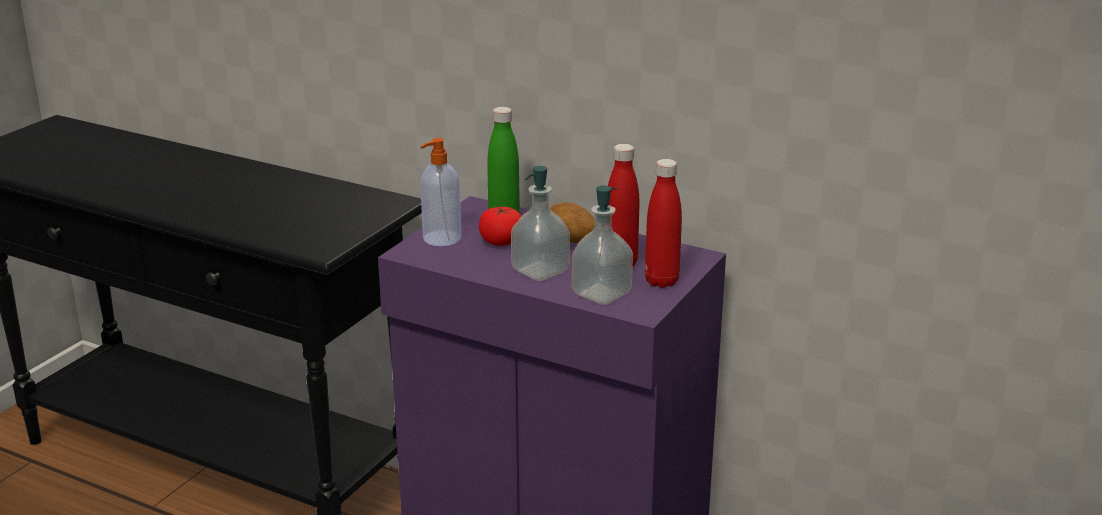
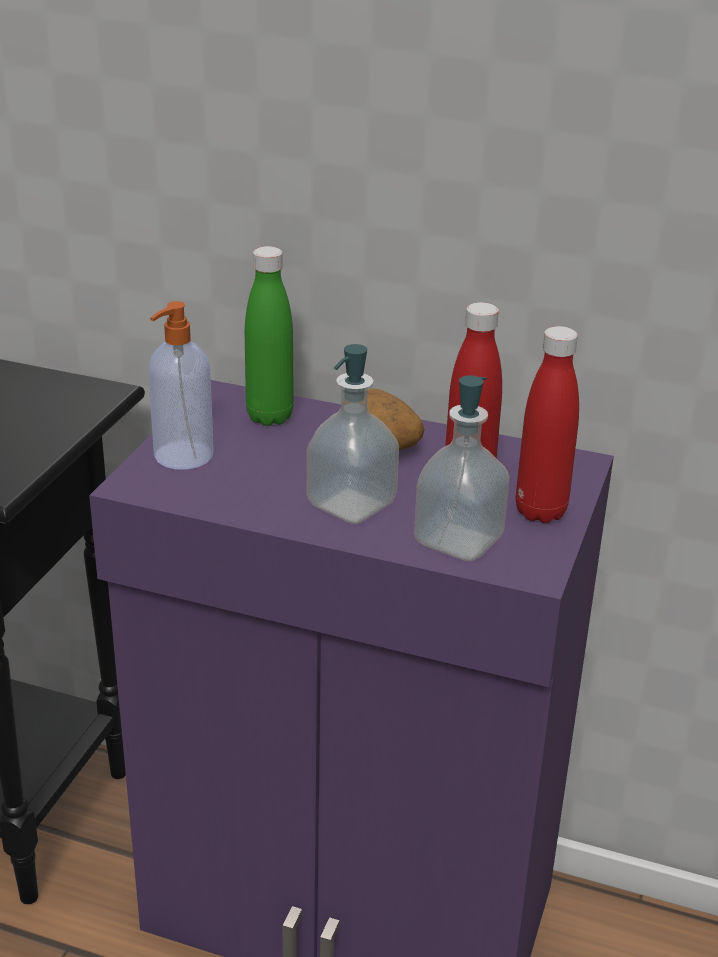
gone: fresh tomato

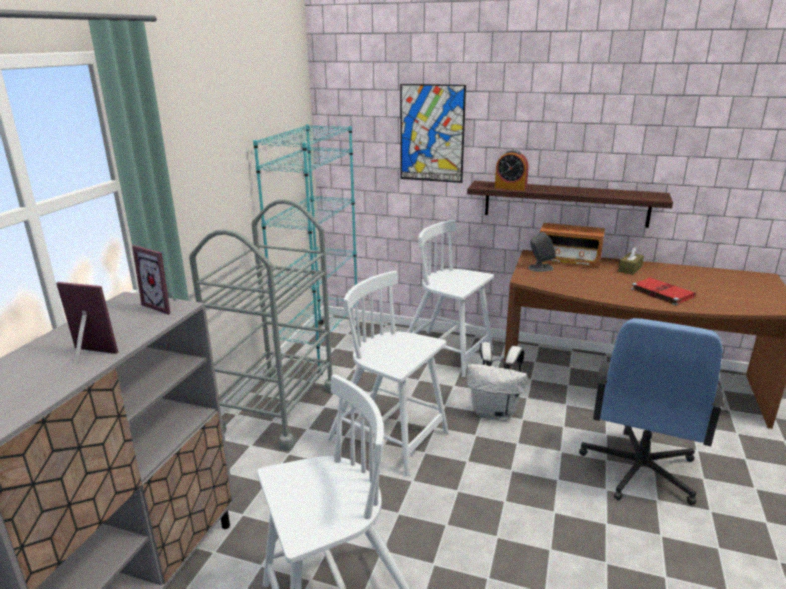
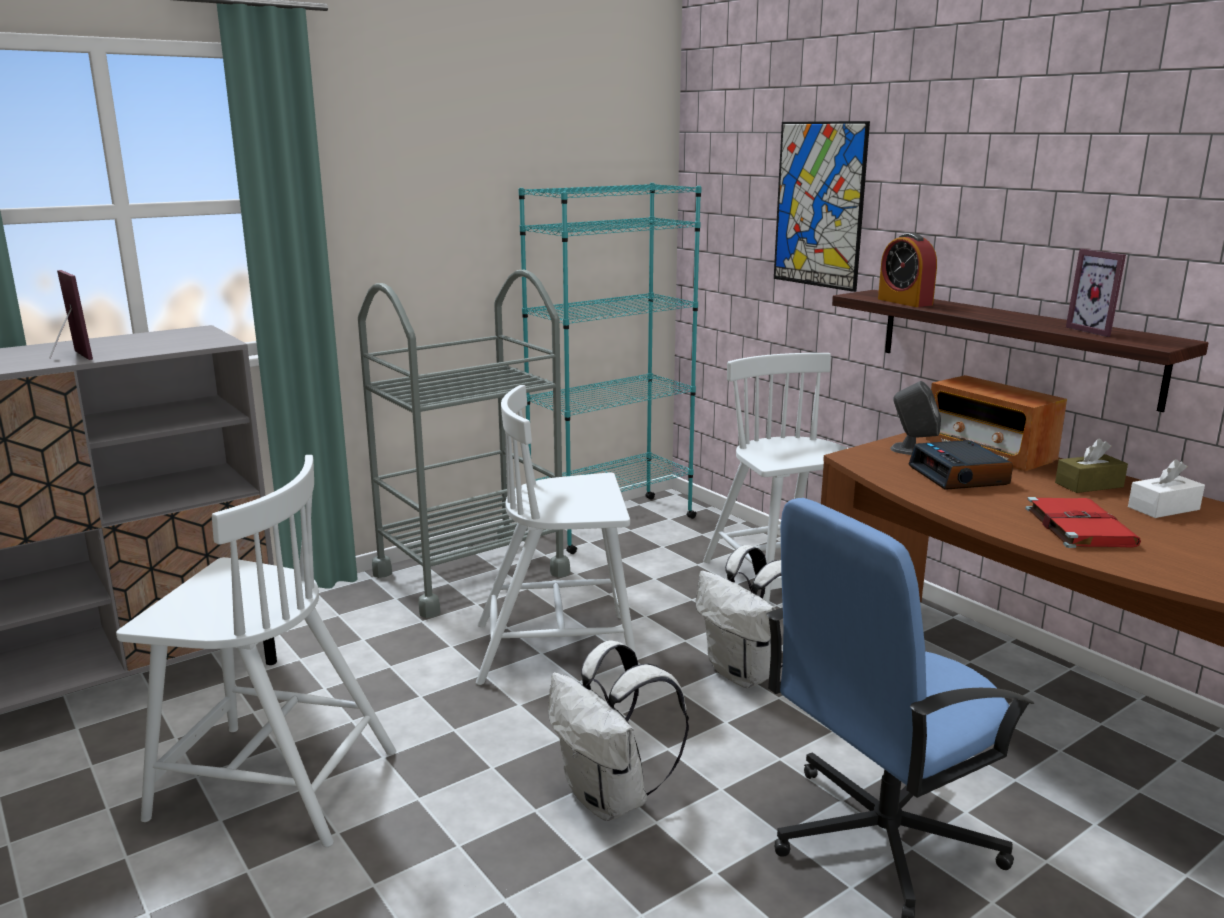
new: whitish backpack (no. 1 from left); table clock (no. 2 from left); whitish box of tissues
shifted: picture frame (no. 2 from left)
rotated: whitish upright chair (no. 2 from left) 75 degrees counterclockwise

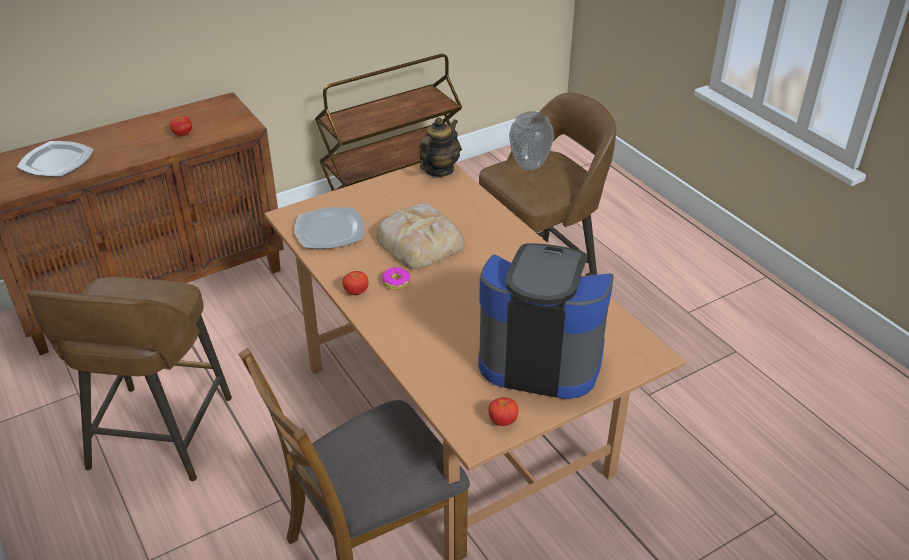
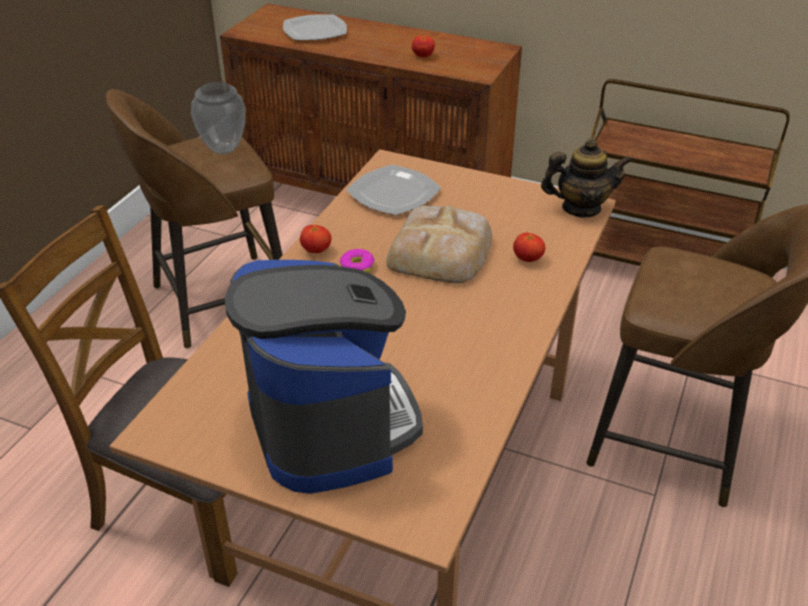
shifted: decorative vase; fresh tomato (no. 3 from left)

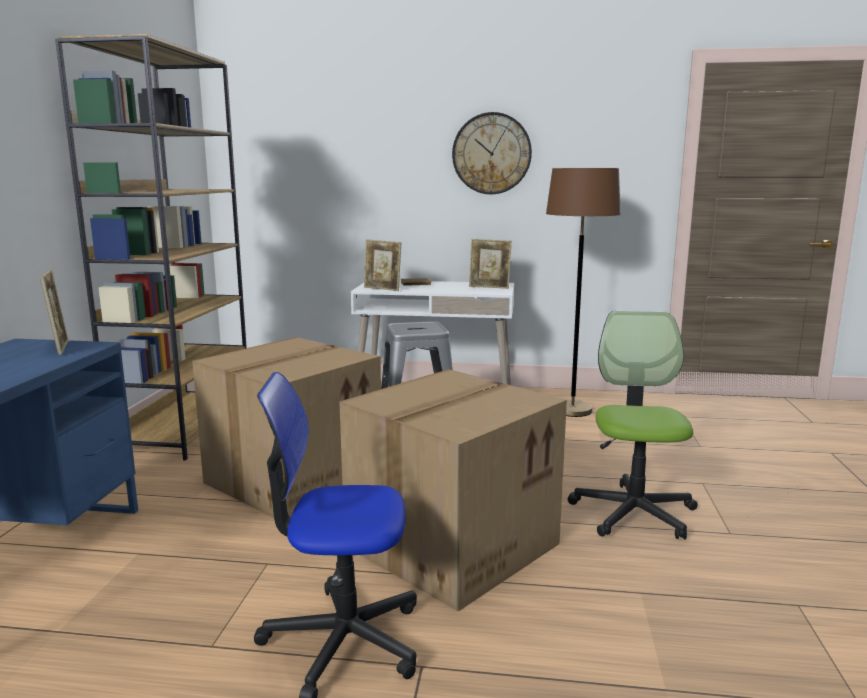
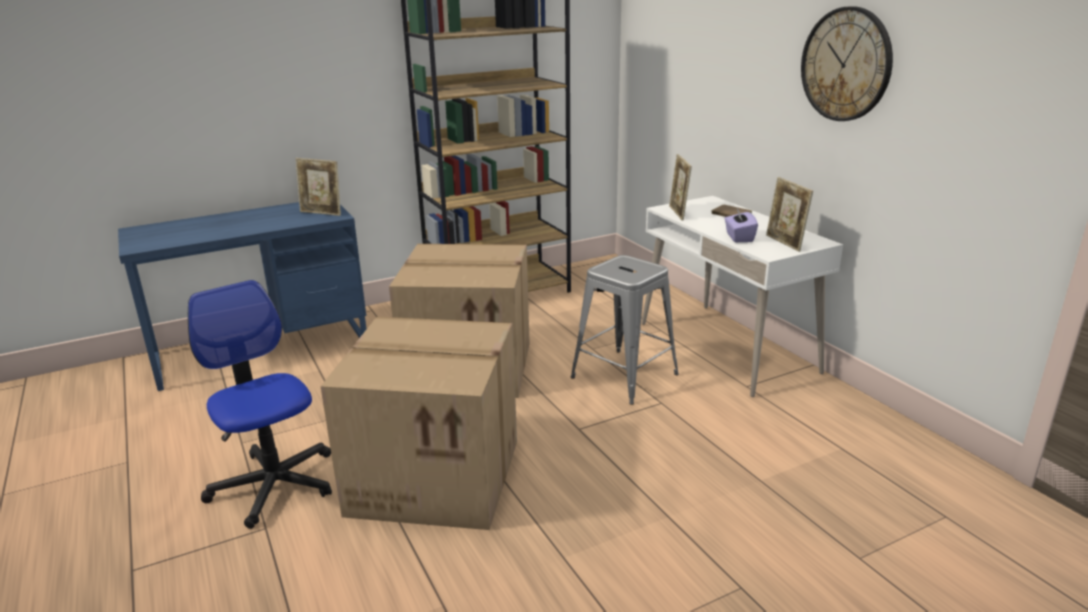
gone: brown standing lamp; office chair (no. 2 from left)
new: purple-coloured box of tissues
rotated: picture frame (no. 1 from left) 75 degrees clockwise

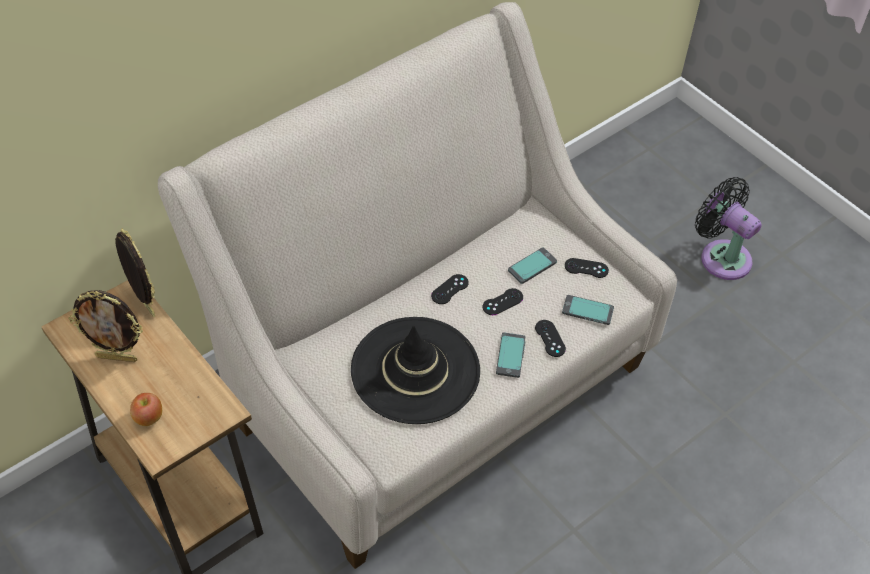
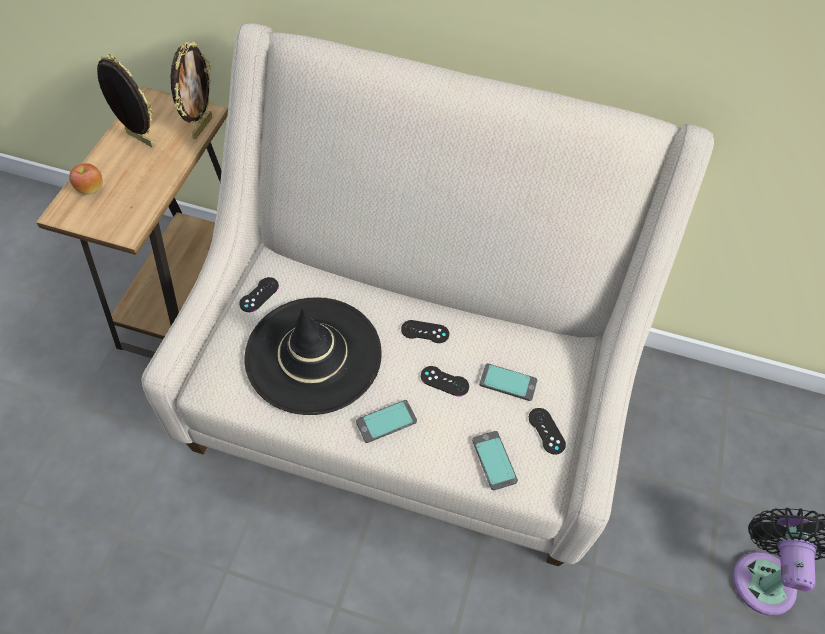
shifted: black-coloured game controller (no. 3 from left in the first image) to black-coloured game controller (no. 1 from left)
rotated: picture frame (no. 1 from left) 150 degrees clockwise

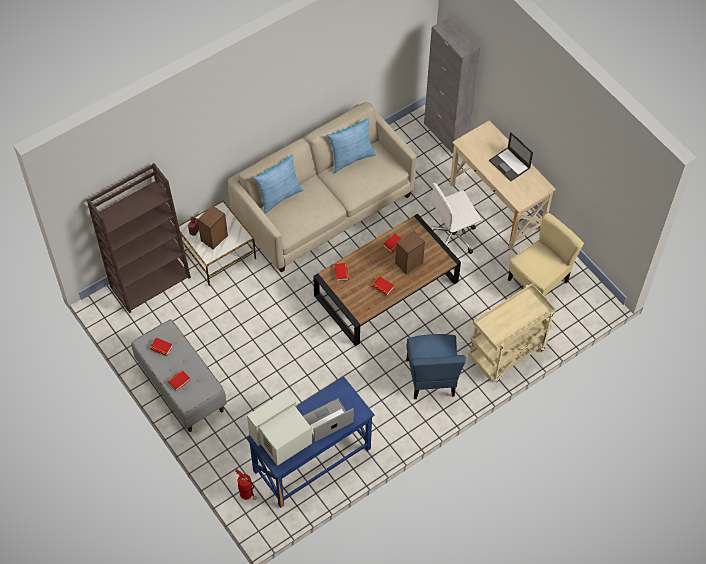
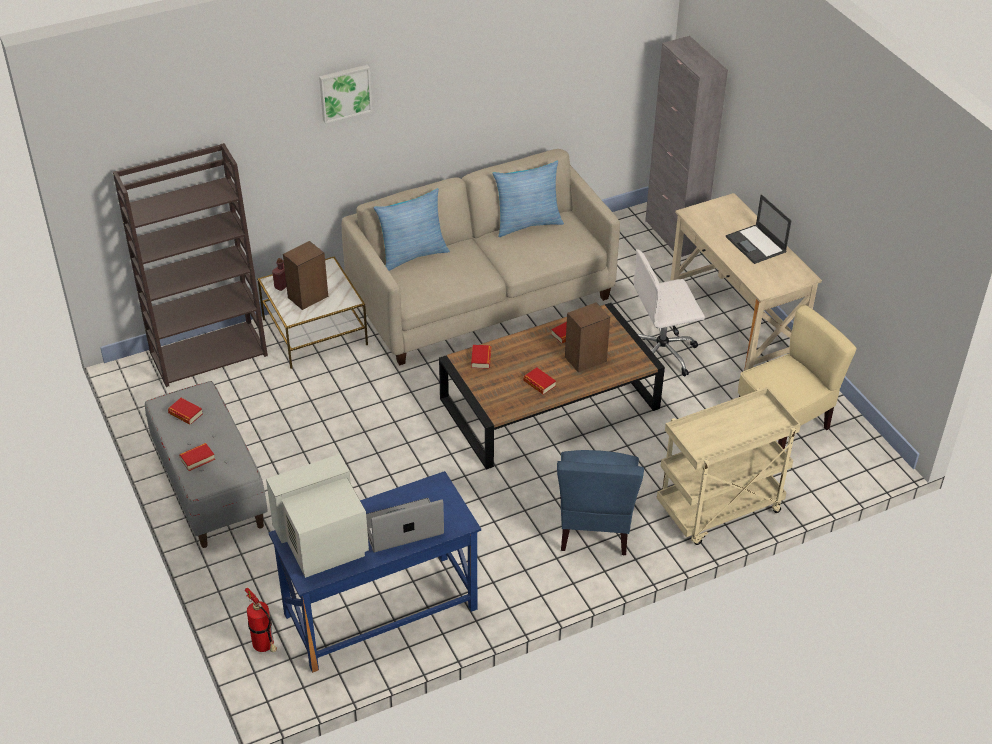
new: wall art

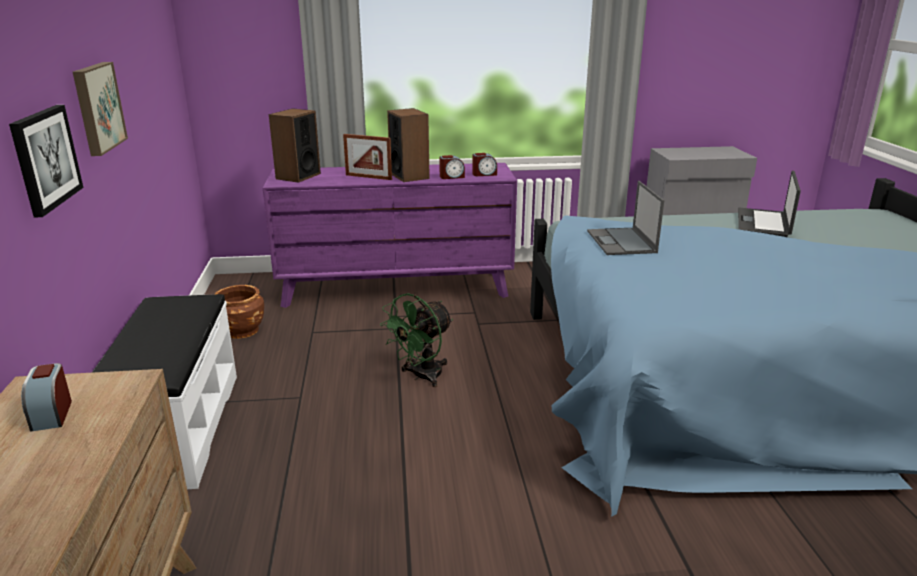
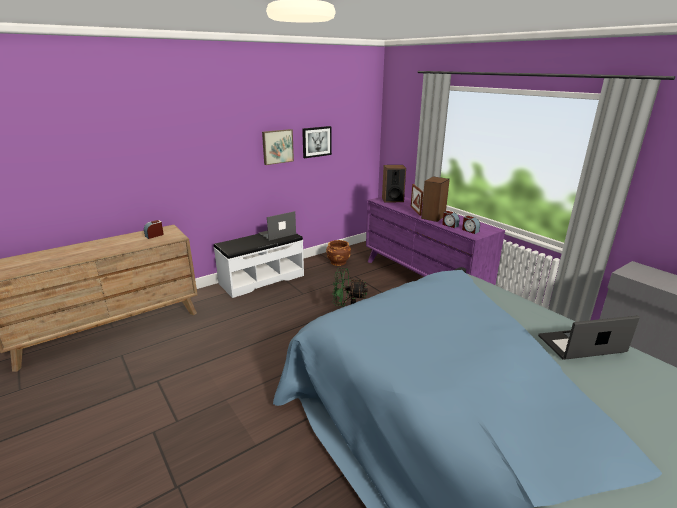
shifted: laptop (no. 1 from left); wall art (no. 1 from left in the first image) to wall art (no. 2 from left)

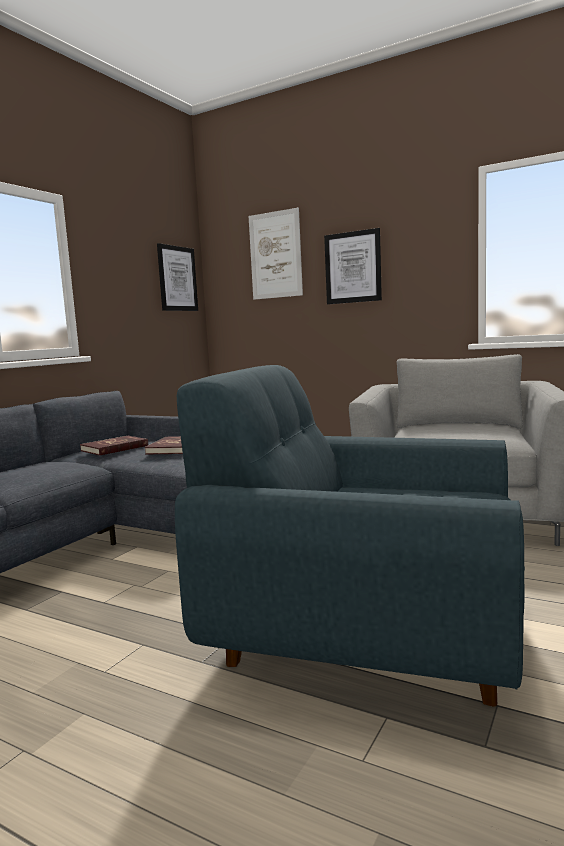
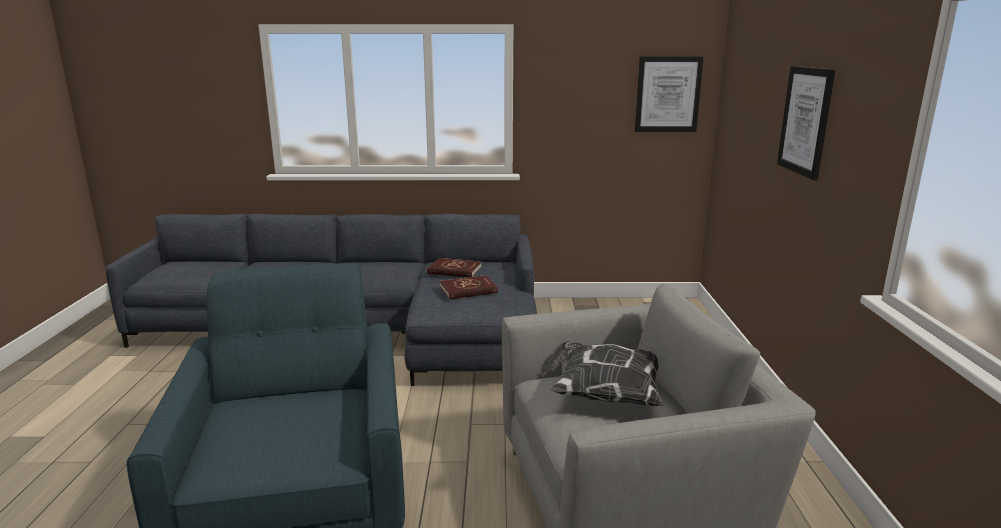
gone: wall art (no. 2 from left)
new: cushion

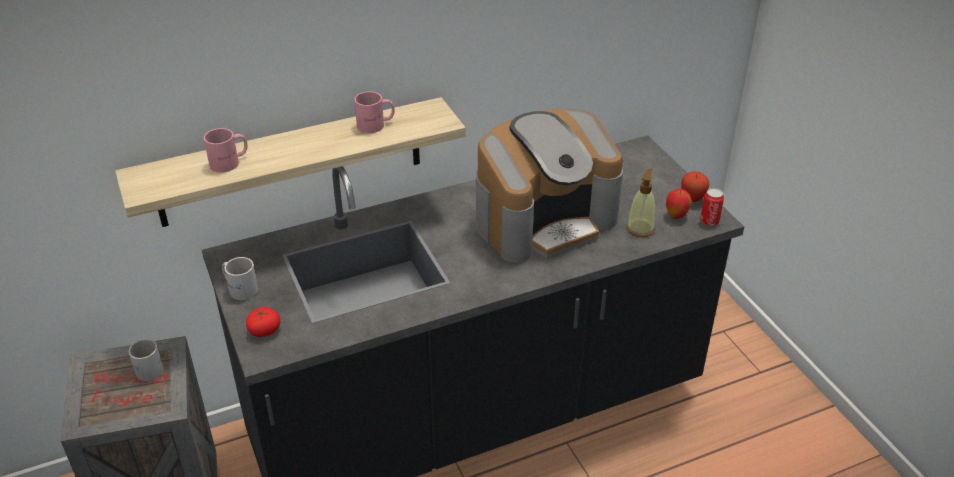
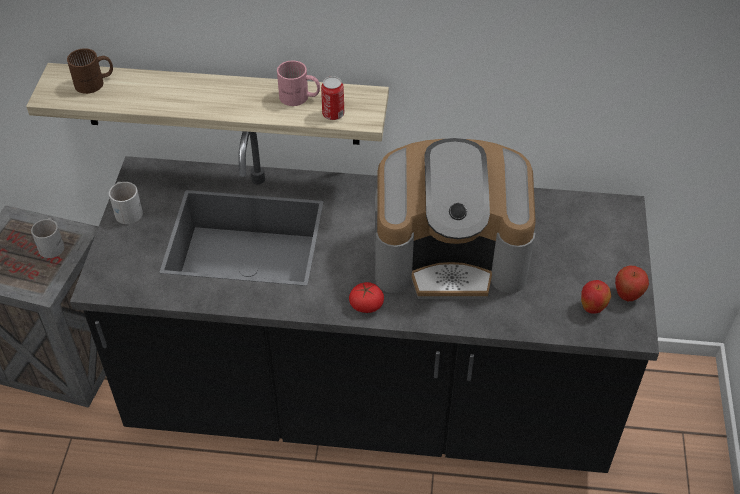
gone: pink mug (no. 1 from left); soap dispenser
new: brown mug
shifted: metal can; fresh tomato

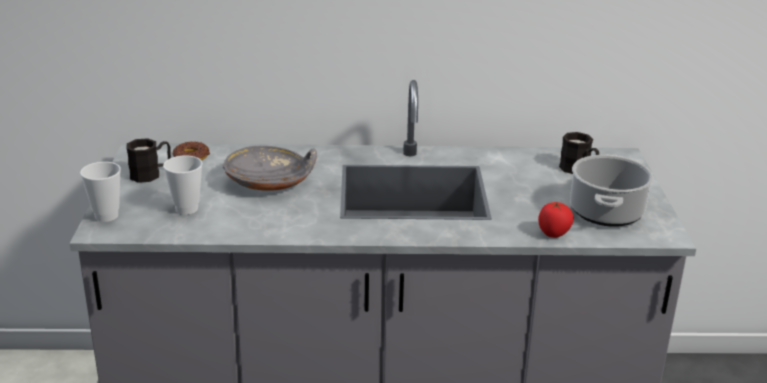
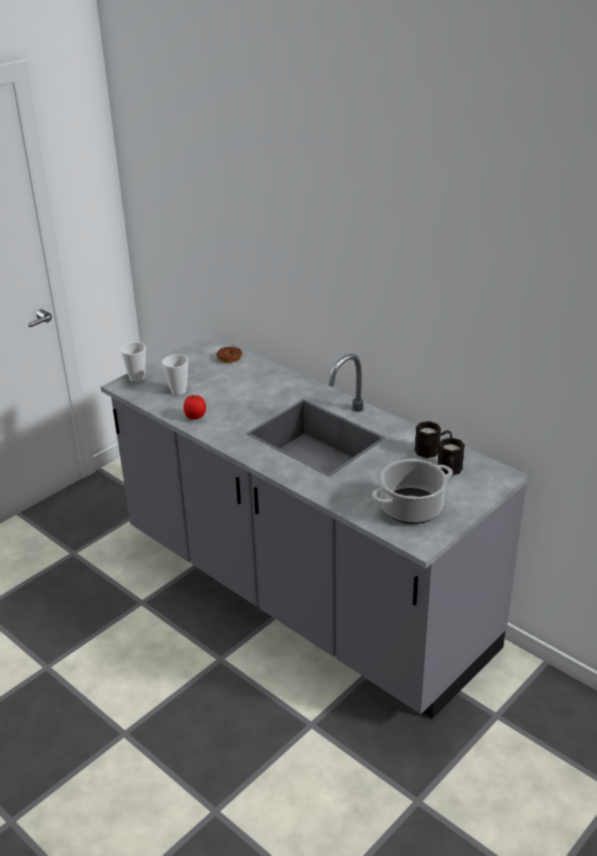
gone: grey serving bowl
shifted: fresh tomato; black-coloured mug (no. 1 from left)

